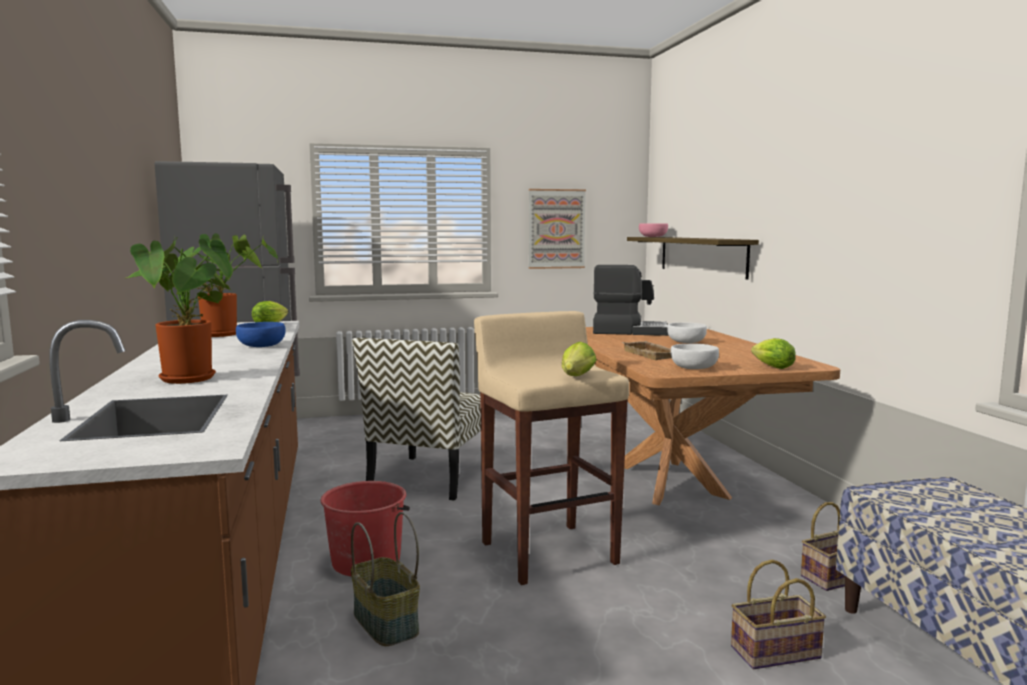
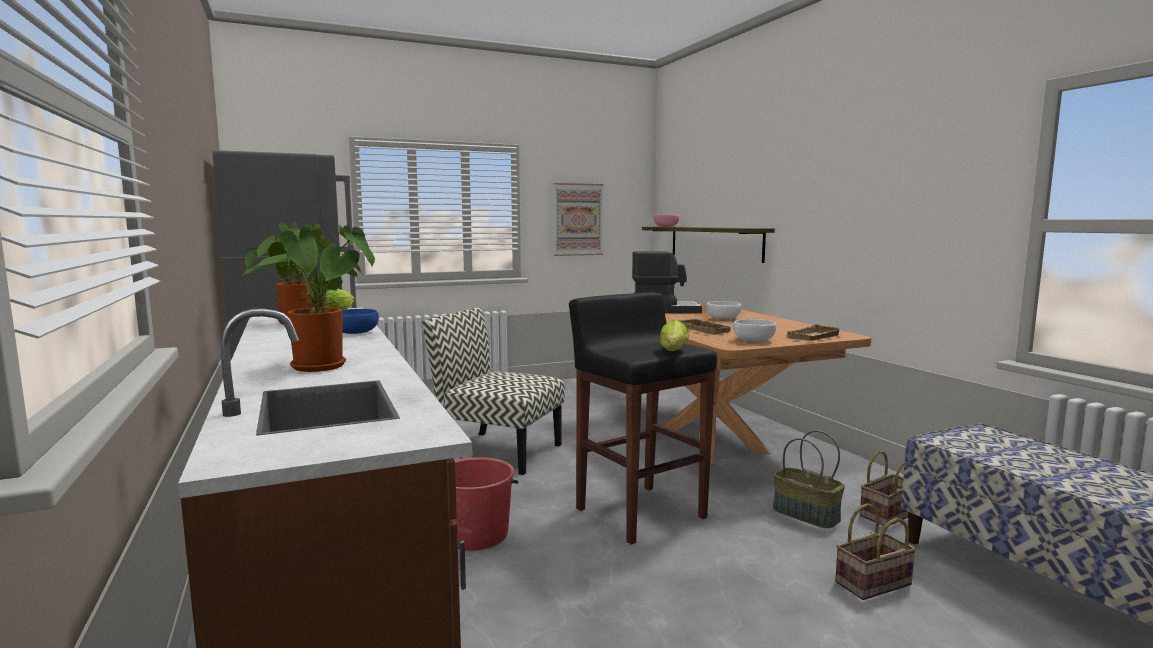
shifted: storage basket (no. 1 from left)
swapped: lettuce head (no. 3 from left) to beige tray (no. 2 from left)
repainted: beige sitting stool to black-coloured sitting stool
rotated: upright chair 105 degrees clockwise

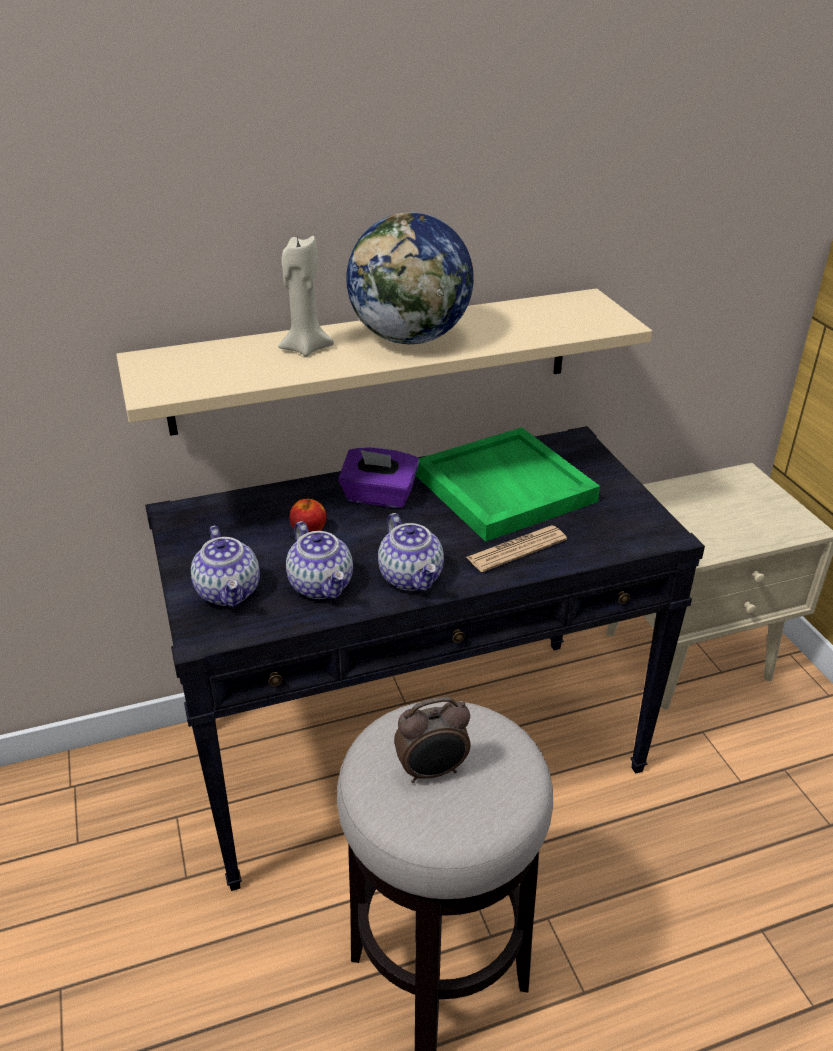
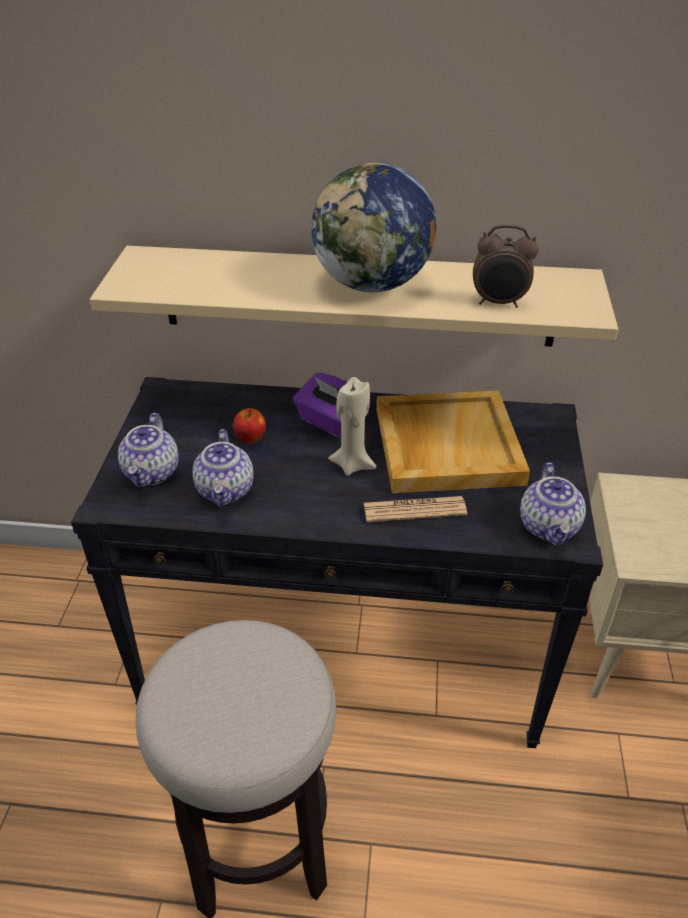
shifted: beige candle; table clock; tea pot (no. 3 from left)
repainted: green-coloured tray to beige tray

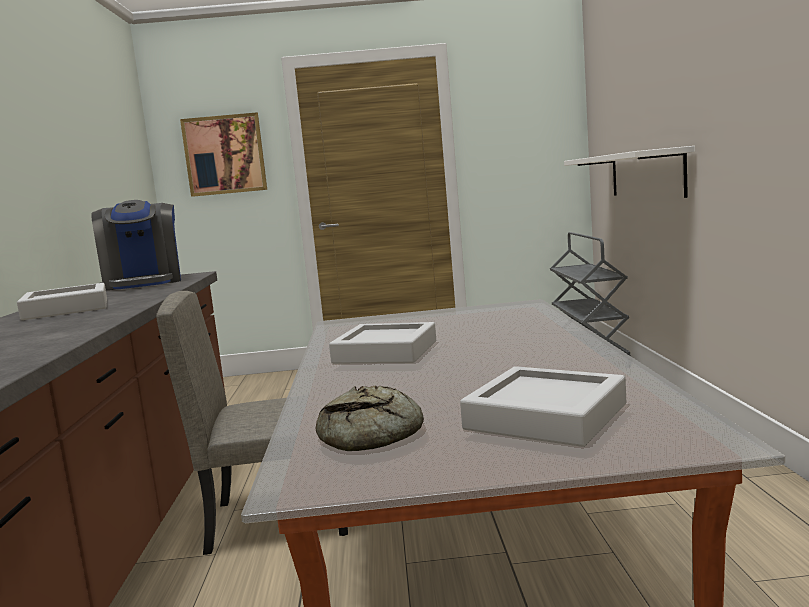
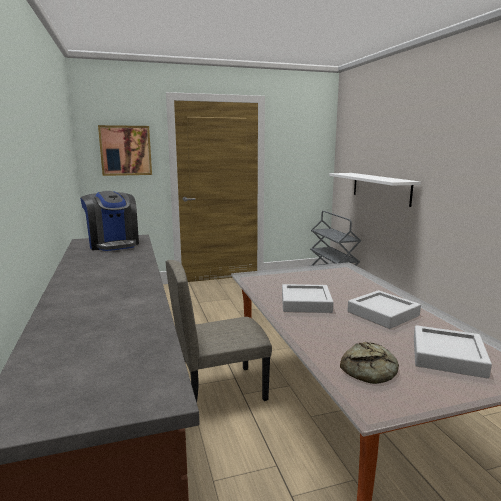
shifted: grey tray (no. 1 from left in the first image) to grey tray (no. 2 from left)

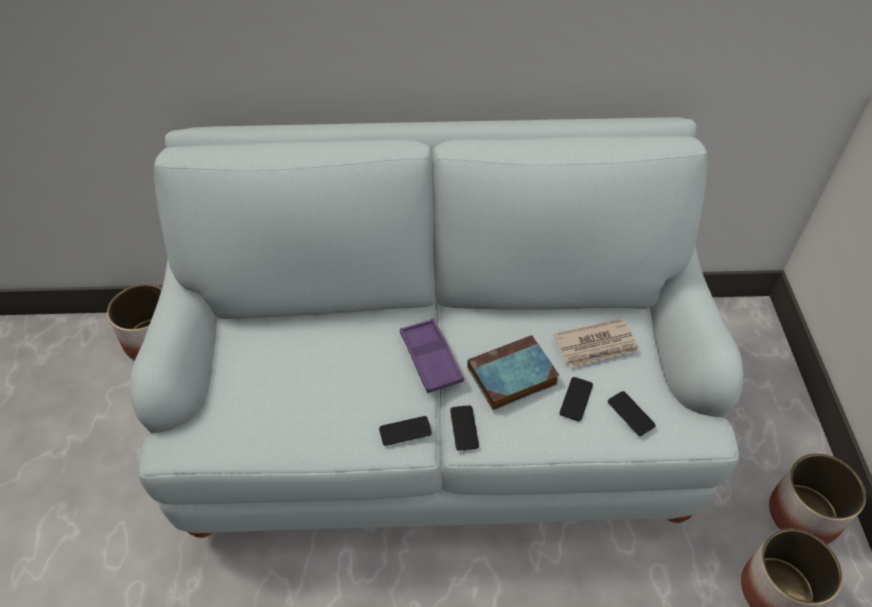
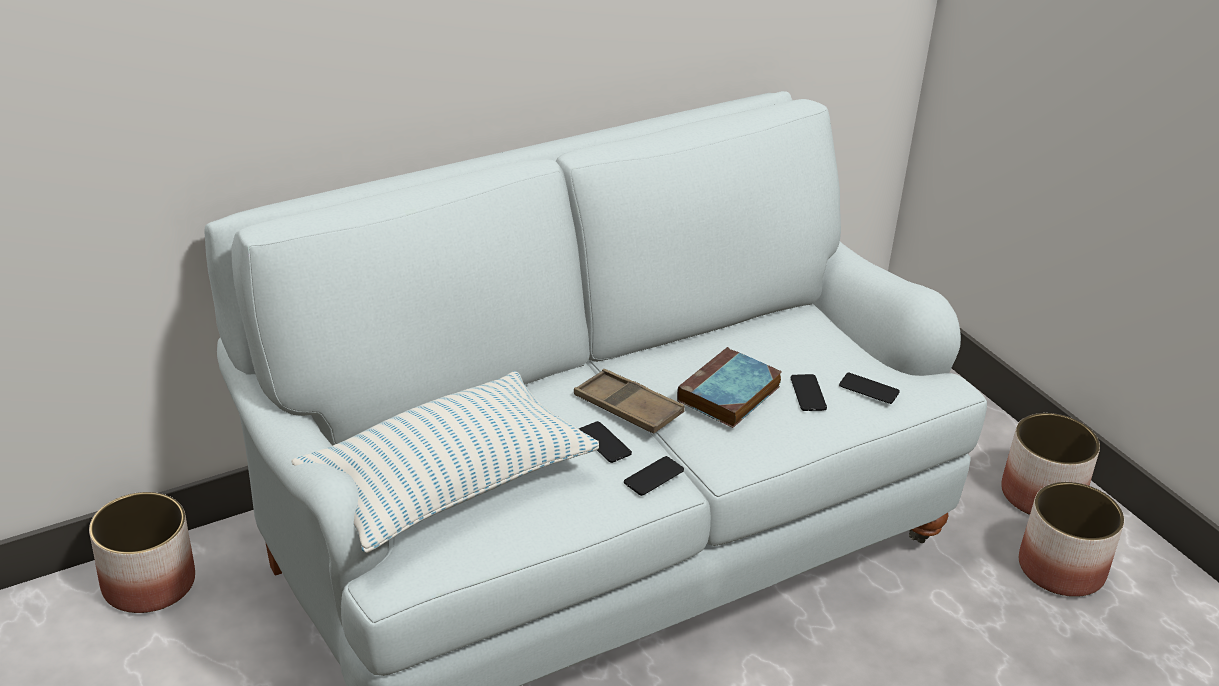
gone: printed paper
new: cushion
shifted: phone (no. 2 from left in the first image) to phone (no. 1 from left)
repainted: purple-coloured tray to brown tray

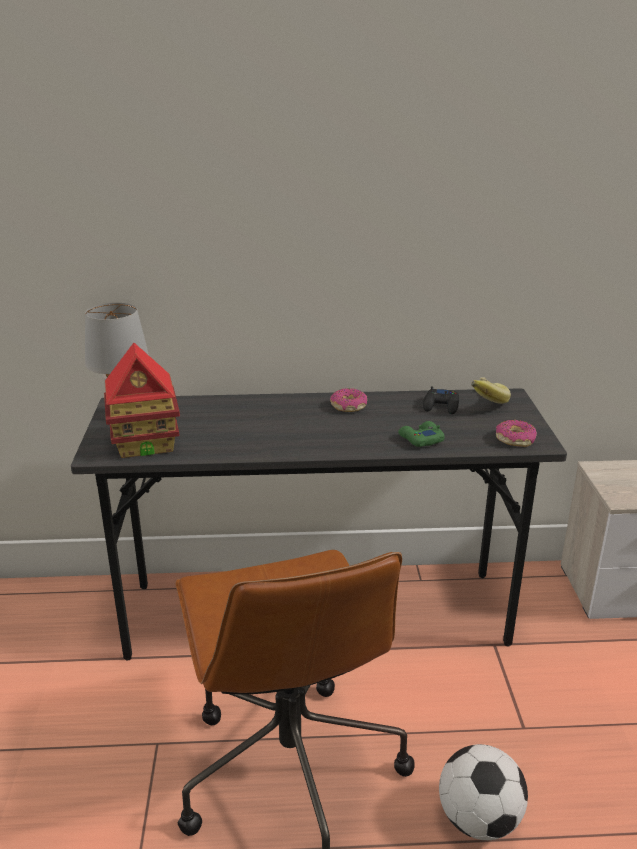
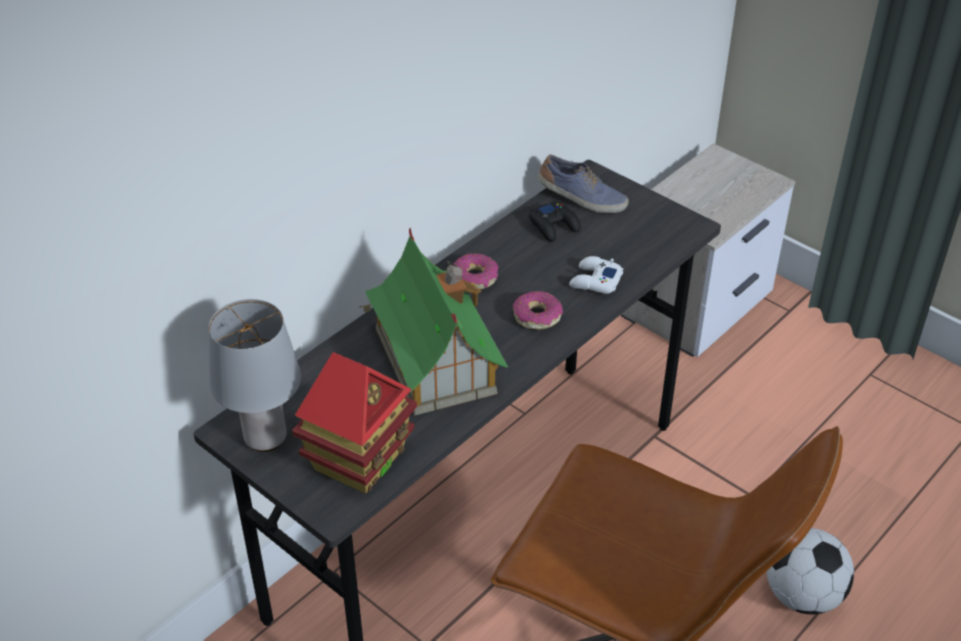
new: miniature house (no. 2 from left)
shifted: ring doughnut (no. 2 from left)
swapped: banana to shoe
repainted: green-coloured game controller to whitish game controller

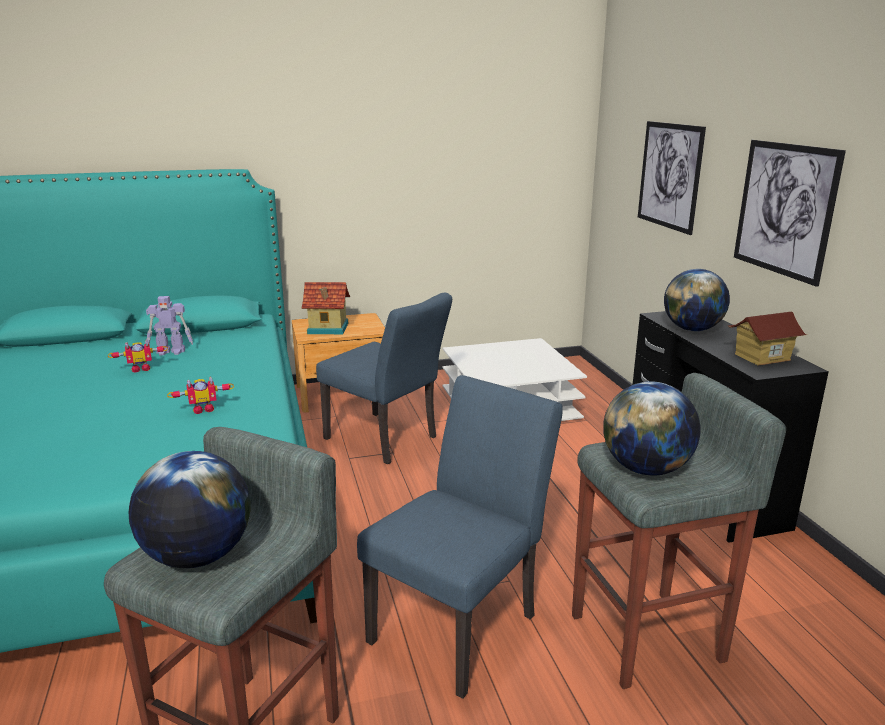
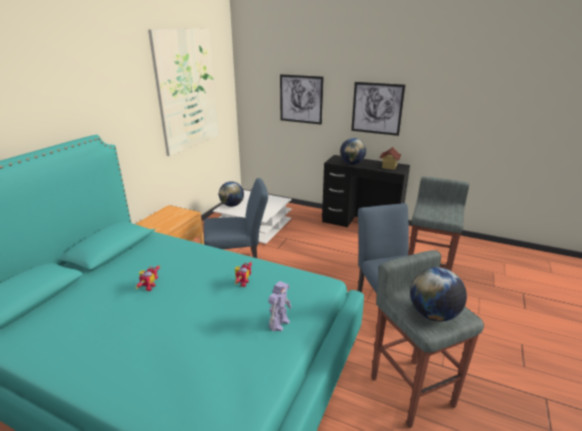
gone: miniature house (no. 1 from left)
new: wall art (no. 1 from left)
shifted: desk globe (no. 2 from left in the first image) to desk globe (no. 1 from left); toy robot (no. 2 from left in the first image) to toy robot (no. 3 from left)

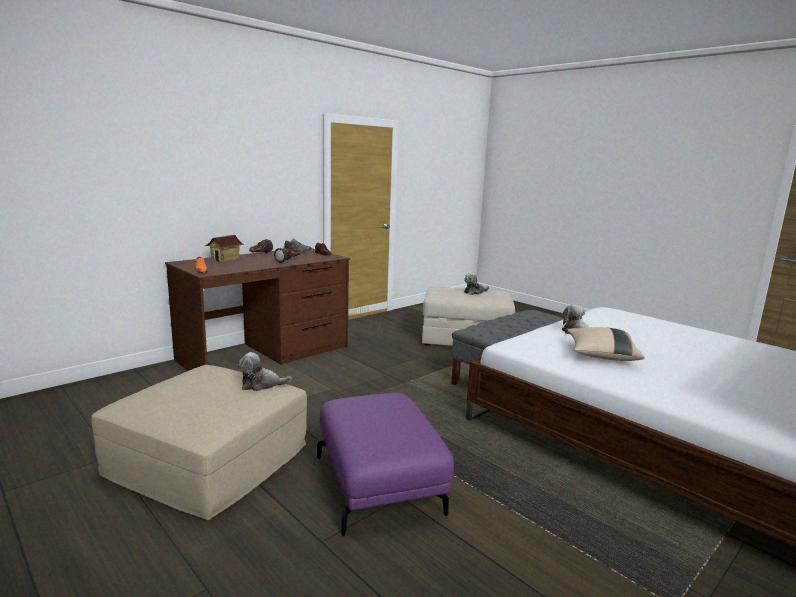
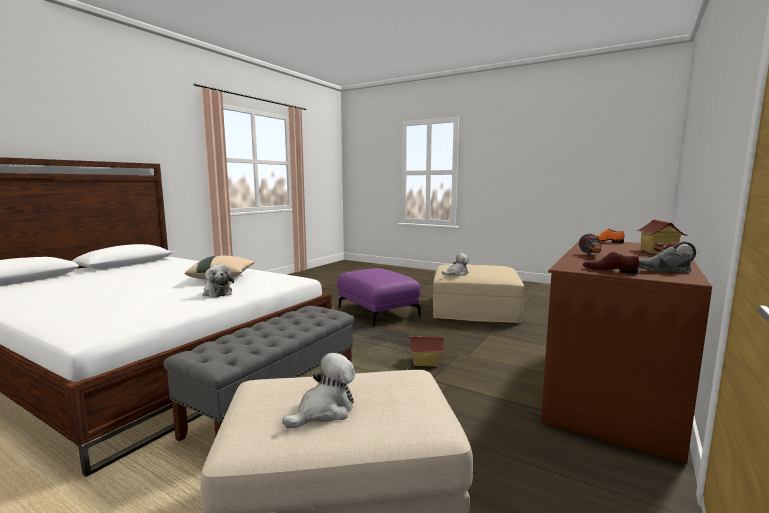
new: miniature house (no. 1 from left)

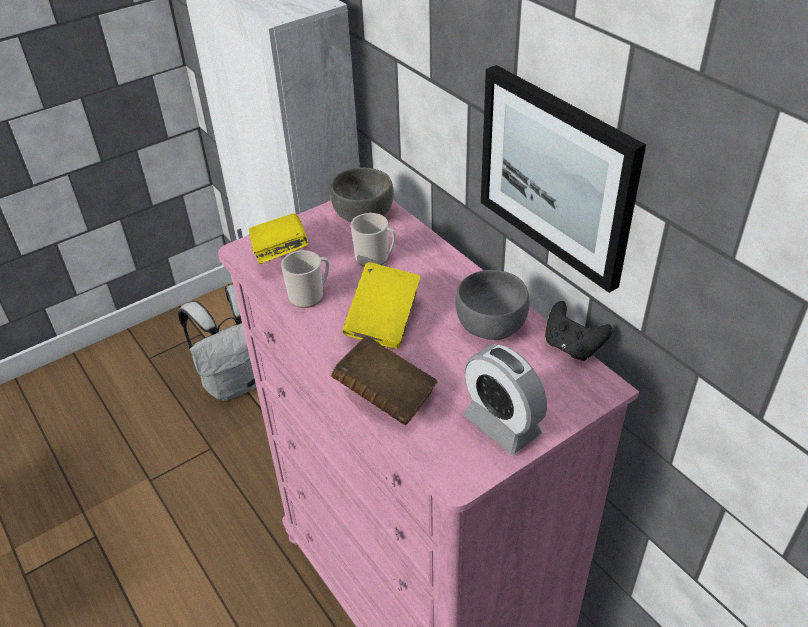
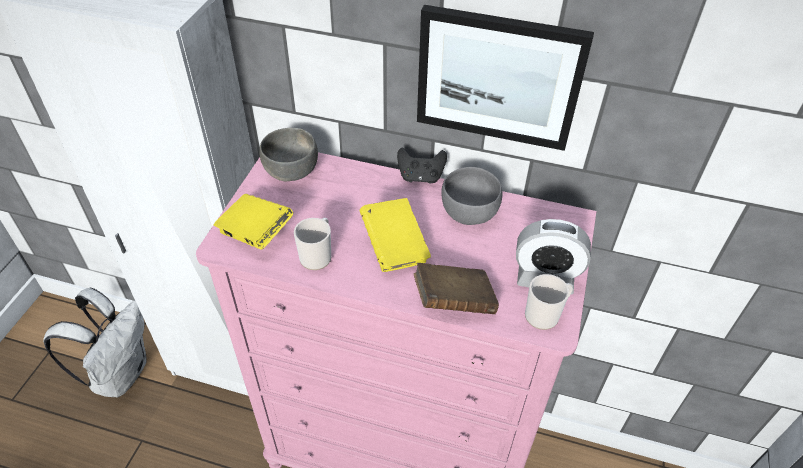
shifted: black-coloured game controller; mug (no. 2 from left)

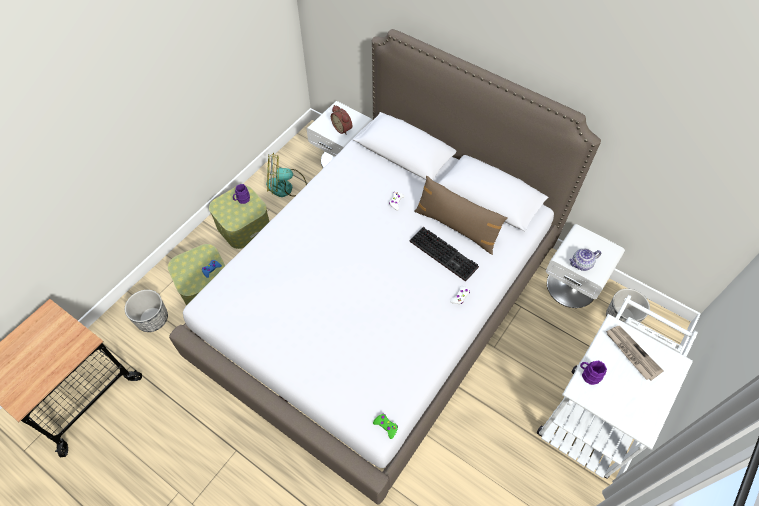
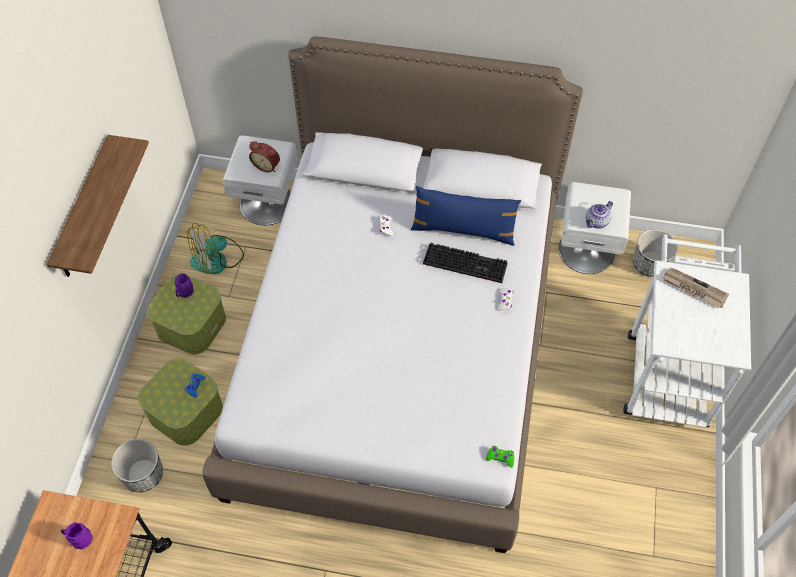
new: wall shelf
shifted: purple-coloured mug (no. 2 from left in the first image) to purple-coloured mug (no. 1 from left)
repainted: brown cushion to blue-coloured cushion

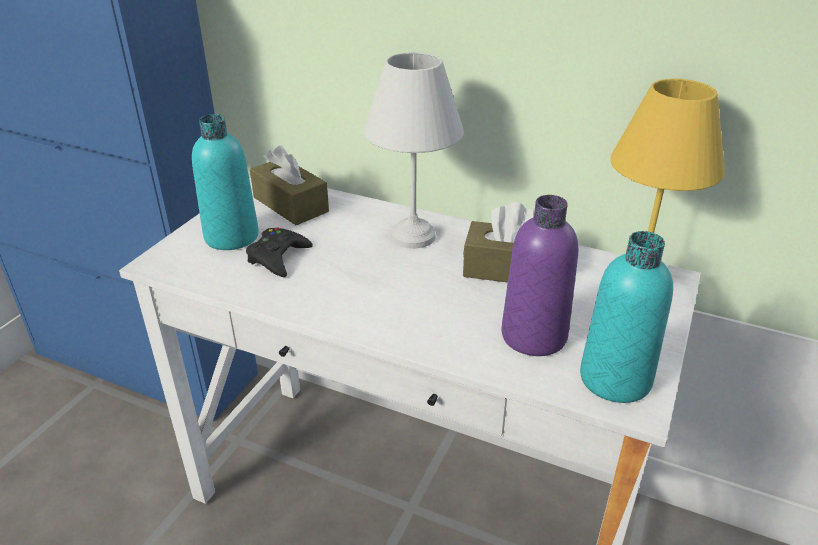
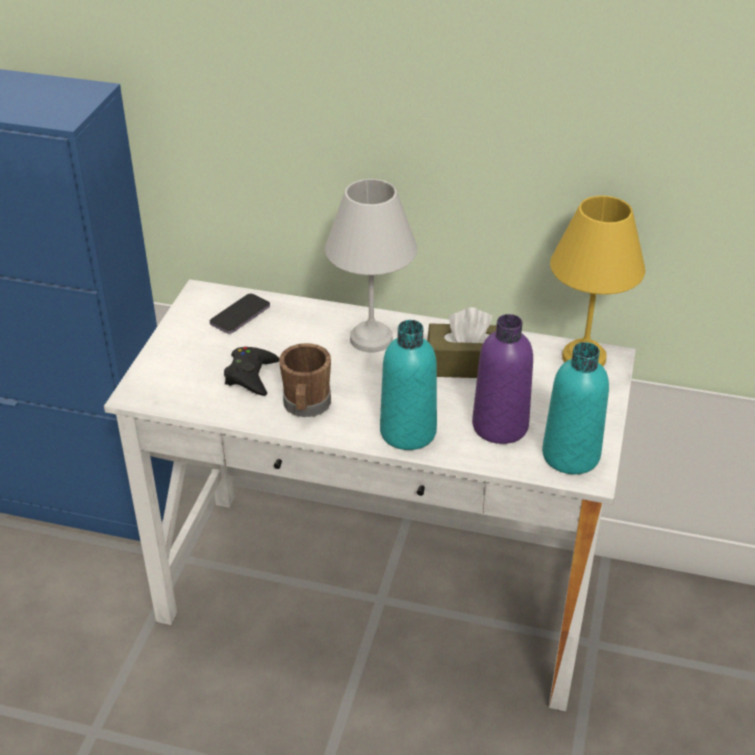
new: brown mug
shifted: turquoise-coloured beverage bottle (no. 1 from left)
swapped: brown box of tissues (no. 1 from left) to phone

